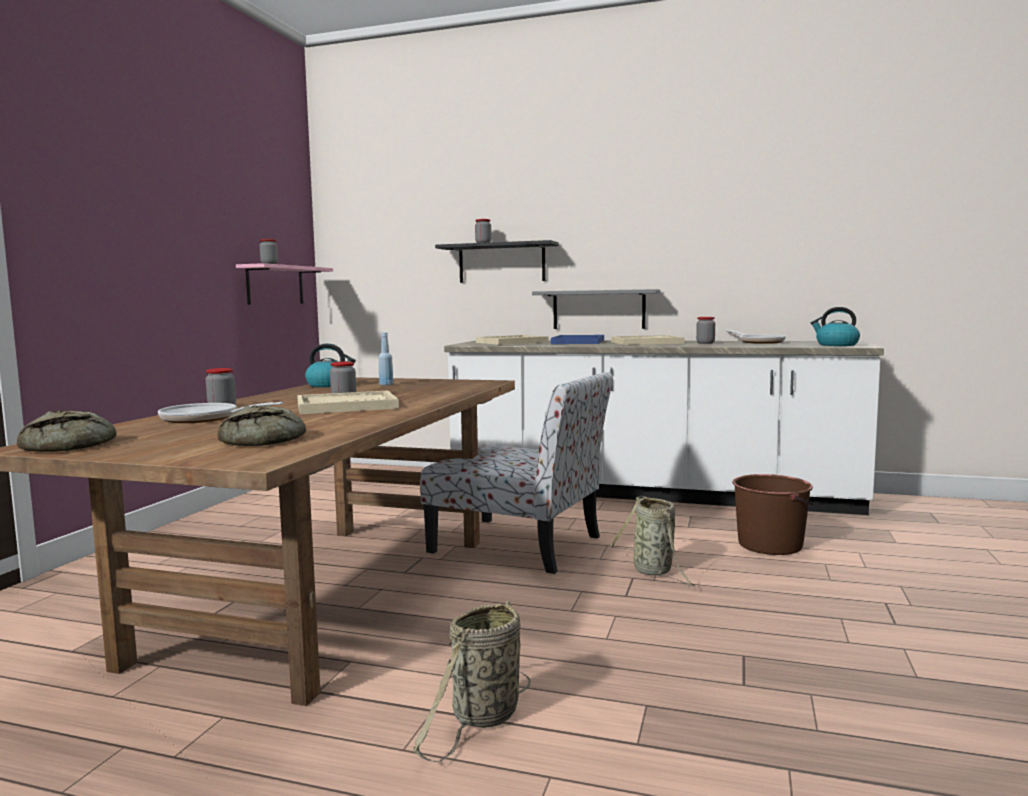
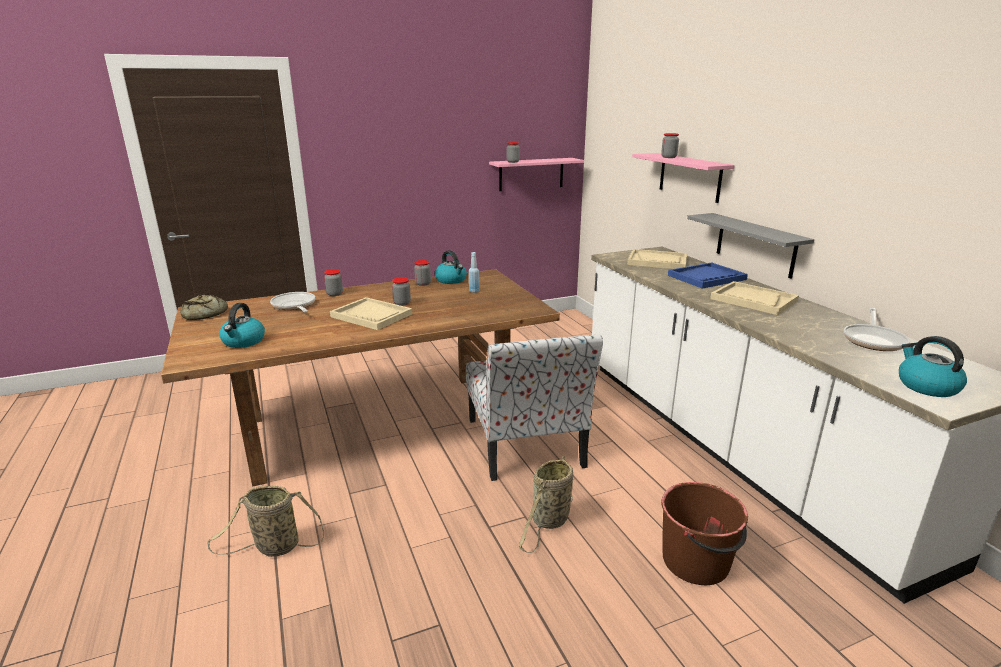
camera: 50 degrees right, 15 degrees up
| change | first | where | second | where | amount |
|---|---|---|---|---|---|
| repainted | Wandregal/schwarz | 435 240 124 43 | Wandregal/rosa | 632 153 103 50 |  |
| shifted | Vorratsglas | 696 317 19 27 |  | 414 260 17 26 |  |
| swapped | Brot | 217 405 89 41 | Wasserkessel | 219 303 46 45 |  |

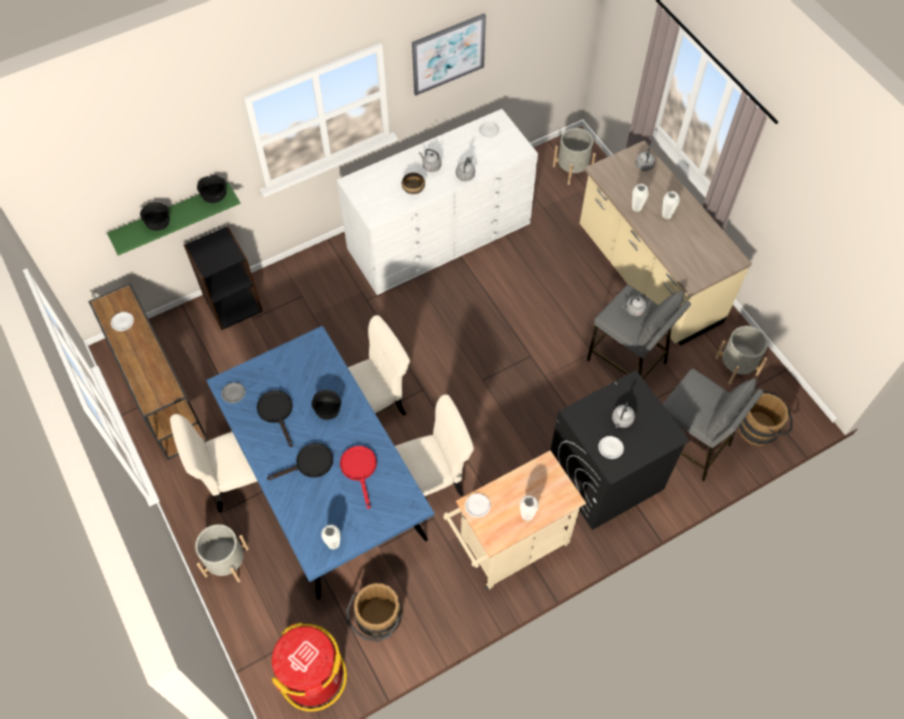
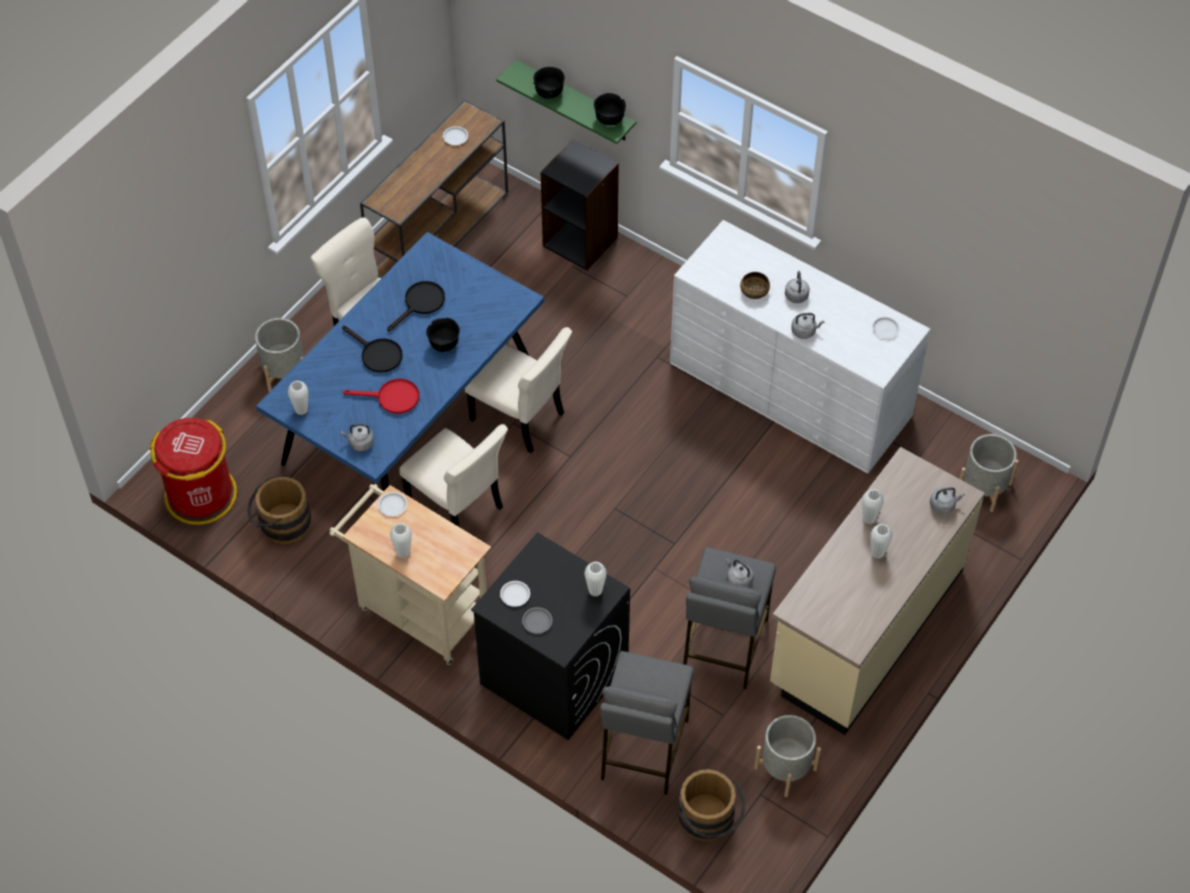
camera: 65 degrees right, 5 degrees down
| change | first | where | second | where | amount |
|---|---|---|---|---|---|
| gone | Bild | 412 13 74 83 |  |  |  |
| shifted | Teller/grau | 221 382 24 21 |  | 522 607 30 27 |  |
| shifted | Wasserkessel/grau | 612 402 23 26 |  | 341 424 33 27 |  |
| rotated | Pfanne/rot | 340 446 37 63 |  | 343 379 76 35 | 45 degrees clockwise |
| new |  |  | Vase/weiß | 584 562 23 34 |  |

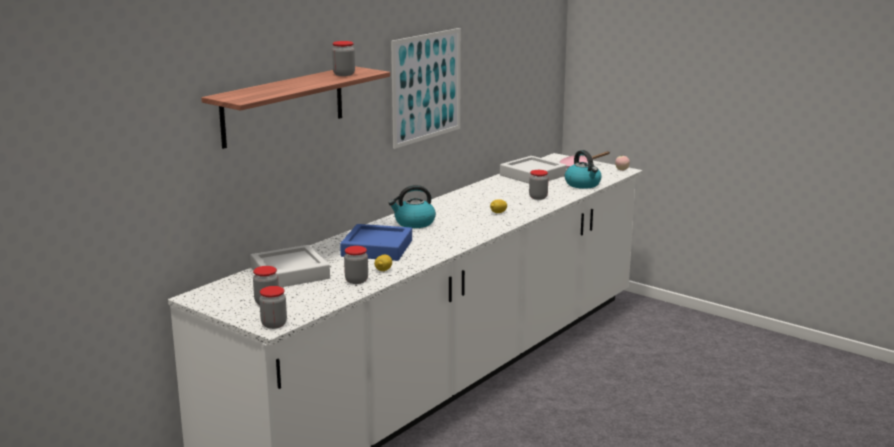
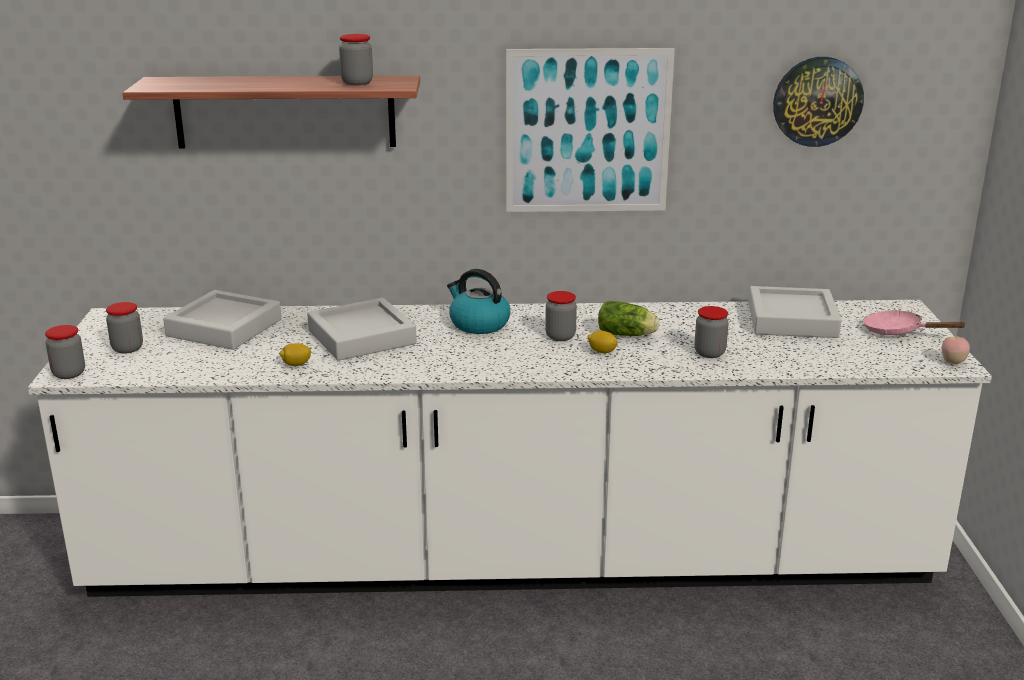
camera: 50 degrees right, 5 degrees up
| change | first | where | second | where | amount |
|---|---|---|---|---|---|
| gone | Wasserkessel | 565 150 37 39 |  |  |  |
| repainted | Tablett/blau | 340 224 72 37 | Tablett/grau | 307 298 110 63 |  |
| shifted | Vorratsglas | 344 246 24 38 |  | 545 291 32 50 |  |
| new |  |  | Wanduhr | 773 57 91 90 |  |
| new |  |  | Salatkopf | 598 301 61 35 |  |

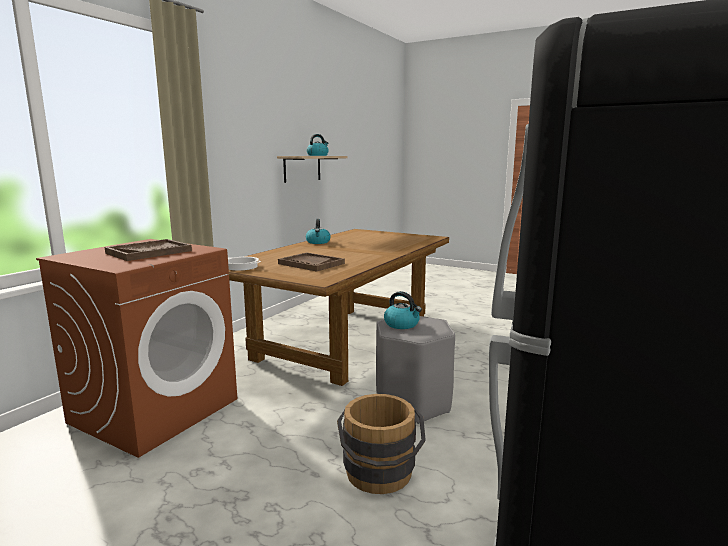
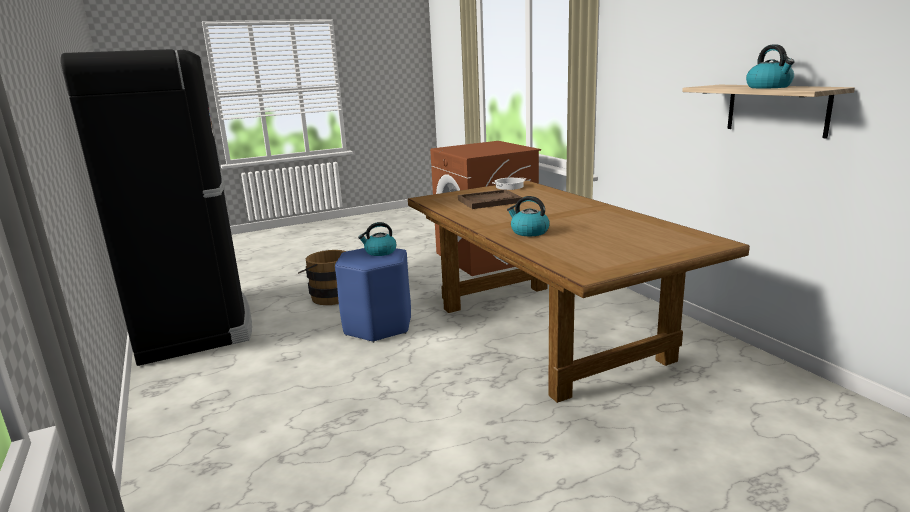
camera: 125 degrees right, 5 degrees up
| change | first | where | second | where | amount |
|---|---|---|---|---|---|
| shifted | Wasserkessel | 306 219 25 25 |  | 507 196 43 40 |  |
| gone | Tablett/braun | 105 239 87 22 |  |  |  |
| repainted | Hocker/grau | 376 316 79 108 | Hocker/blau | 335 248 76 95 |  |

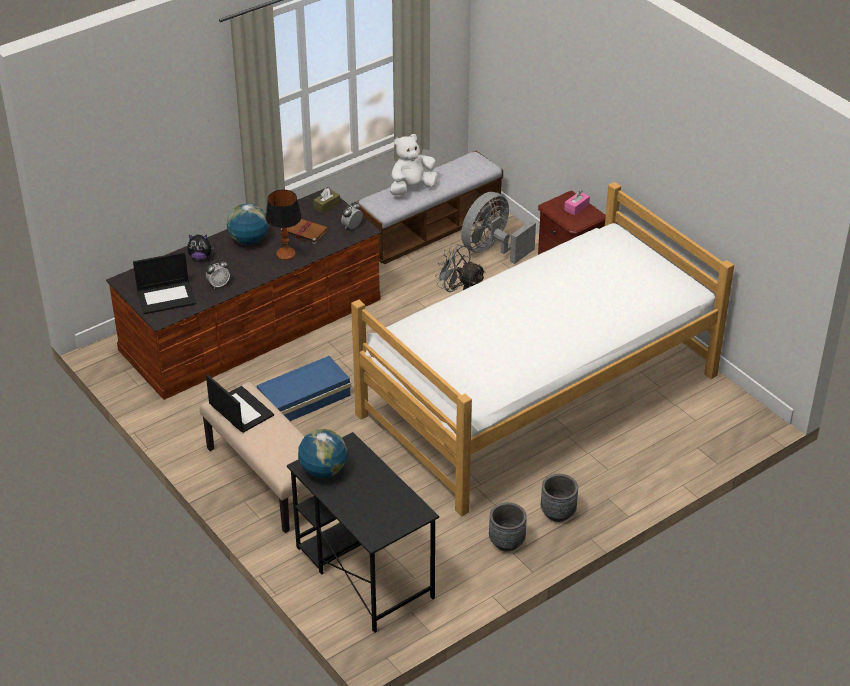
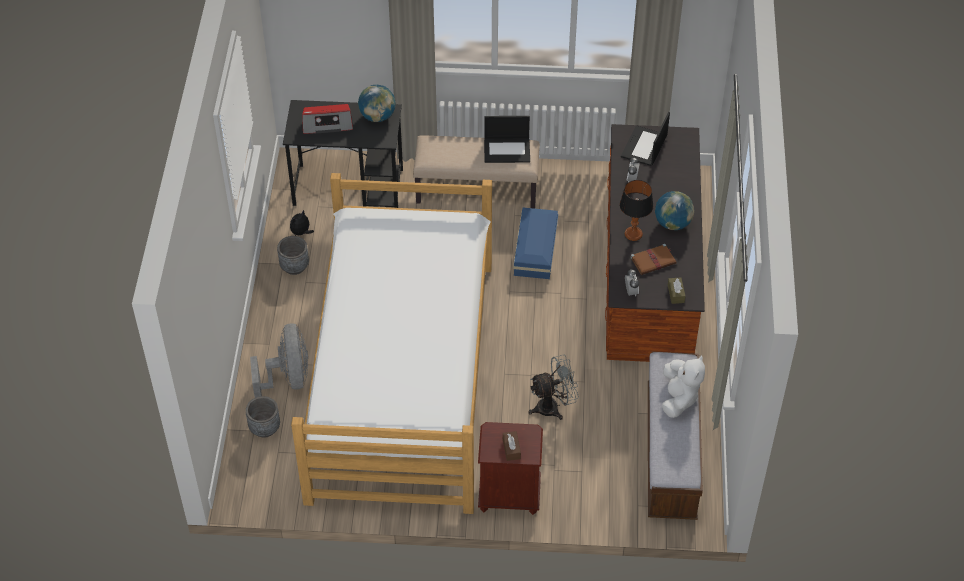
camera: 130 degrees right, 10 degrees up
| change | first | where | second | where | amount |
|---|---|---|---|---|---|
| repainted | Taschentuchbox/rosa | 564 190 26 25 | Taschentuchbox/braun | 503 431 18 30 |  |
| shifted | Ventilator/grau | 461 192 75 72 |  | 250 323 58 75 |  |
| shifted | Plüschtier | 188 235 26 25 |  | 290 210 24 26 |  |
| shifted | Pflanzkübel/grau | 541 474 37 48 |  | 246 396 34 42 |  |
| new |  |  | Radio | 302 104 51 30 |  |

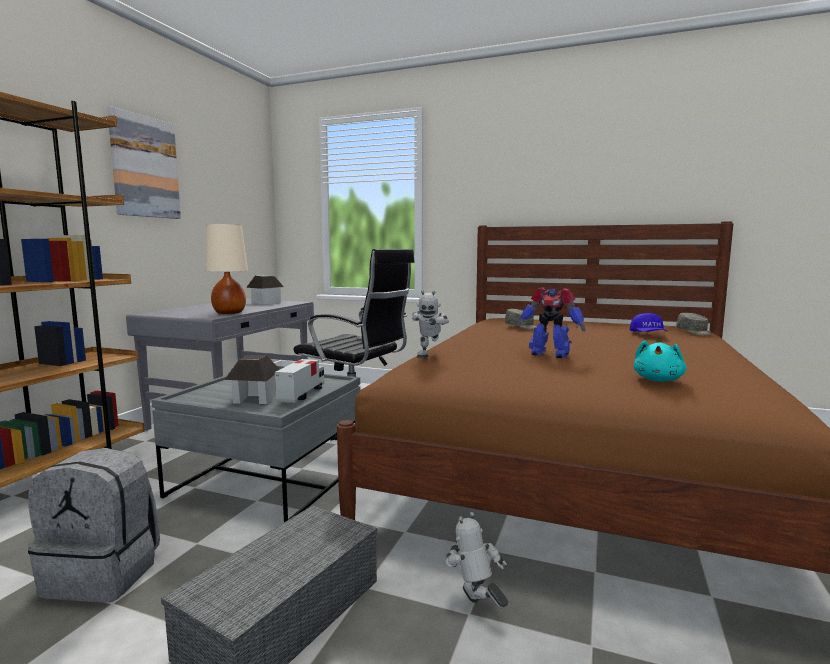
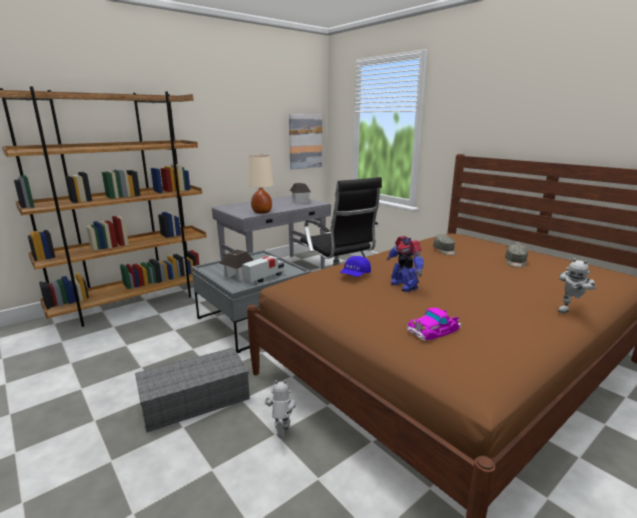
camera: 30 degrees right, 10 degrees up
| change | first | where | second | where | amount |
|---|---|---|---|---|---|
| shifted | Bild | 107 107 74 112 |  | 289 114 33 56 |  |
| shifted | Spielzeugroboter | 412 290 37 68 |  | 558 258 38 55 |  |
| shifted | Kappe/blau | 629 313 39 19 |  | 340 256 31 21 |  |
| shifted | Kappe/grau | 676 313 35 23 |  | 505 244 23 24 |  |
| swapped | Plüschtier/türkis | 634 340 52 41 | Spielzeugauto | 407 308 54 33 |  |
| gone | Rucksack/grau | 28 448 132 155 |  |  |  |

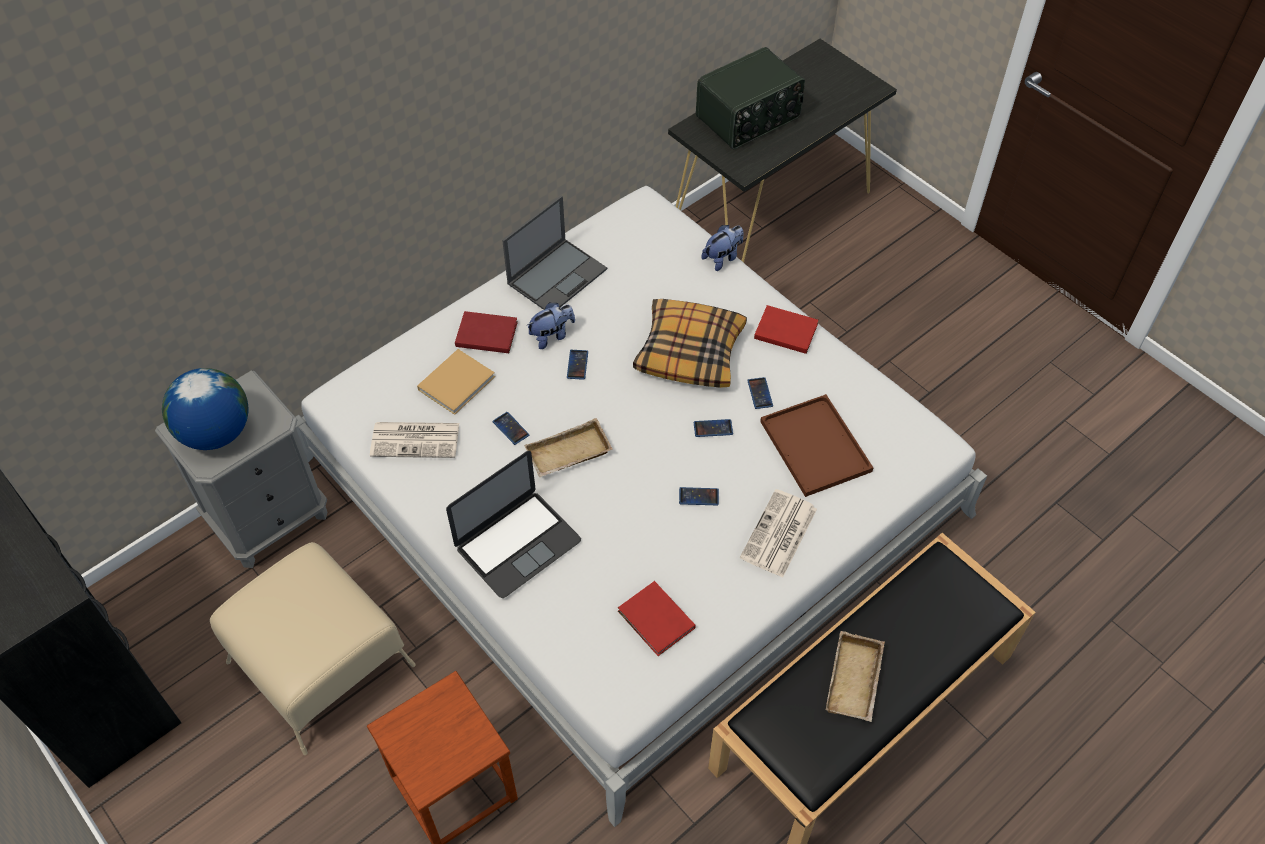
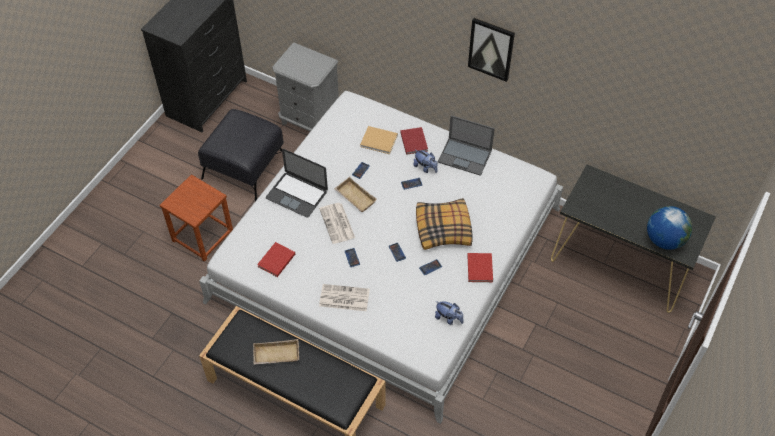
camera: 70 degrees right, 0 degrees up
| change | first | where | second | where | amount |
|---|---|---|---|---|---|
| gone | Radio | 696 47 109 102 |  |  |  |
| shifted | Plüschtier | 702 225 42 46 |  | 435 301 29 24 |  |
| shifted | Globus | 162 368 86 82 |  | 647 206 45 44 |  |
| gone | Tablett/braun | 760 394 113 103 |  |  |  |
| shifted | Zeitung | 370 422 89 36 |  | 319 203 36 41 |  |
| repainted | Polsterhocker/beige | 210 542 206 213 | Polsterhocker/schwarz | 198 109 86 92 |  |
| new |  |  | Bild | 468 18 47 64 |  |

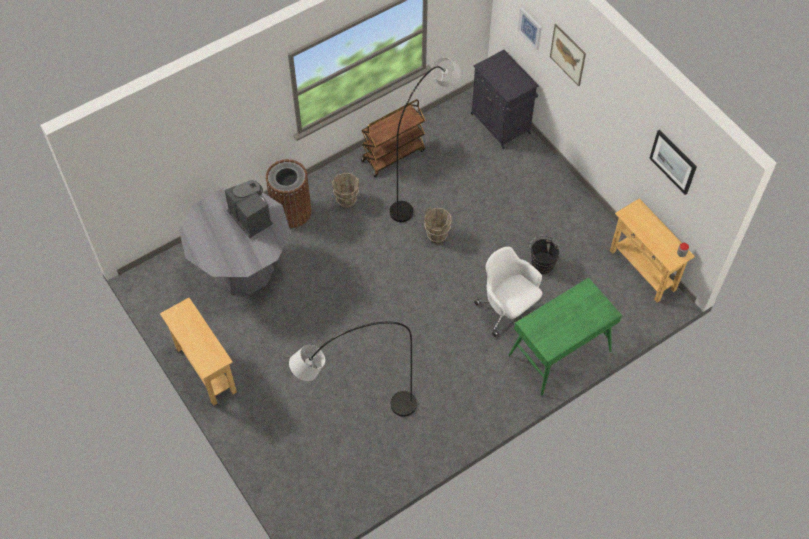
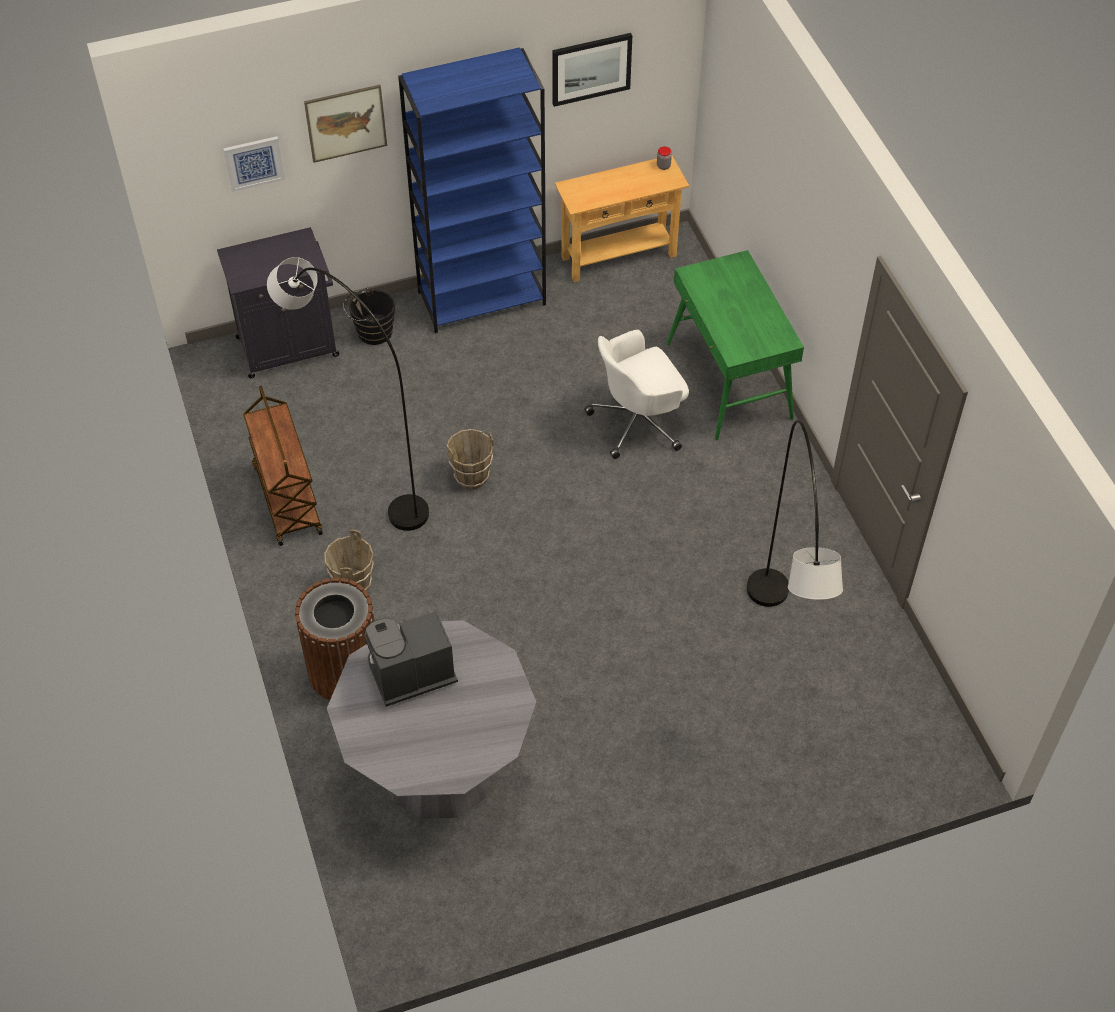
camera: 75 degrees left, 5 degrees down
| change | first | where | second | where | amount |
|---|---|---|---|---|---|
| shifted | Eimer/schwarz | 530 236 29 38 |  | 343 288 52 57 |  |
| gone | Konsolentisch/beige | 160 298 77 108 |  |  |  |
| new |  |  | Bücherregal/blau | 398 47 148 286 |  |

